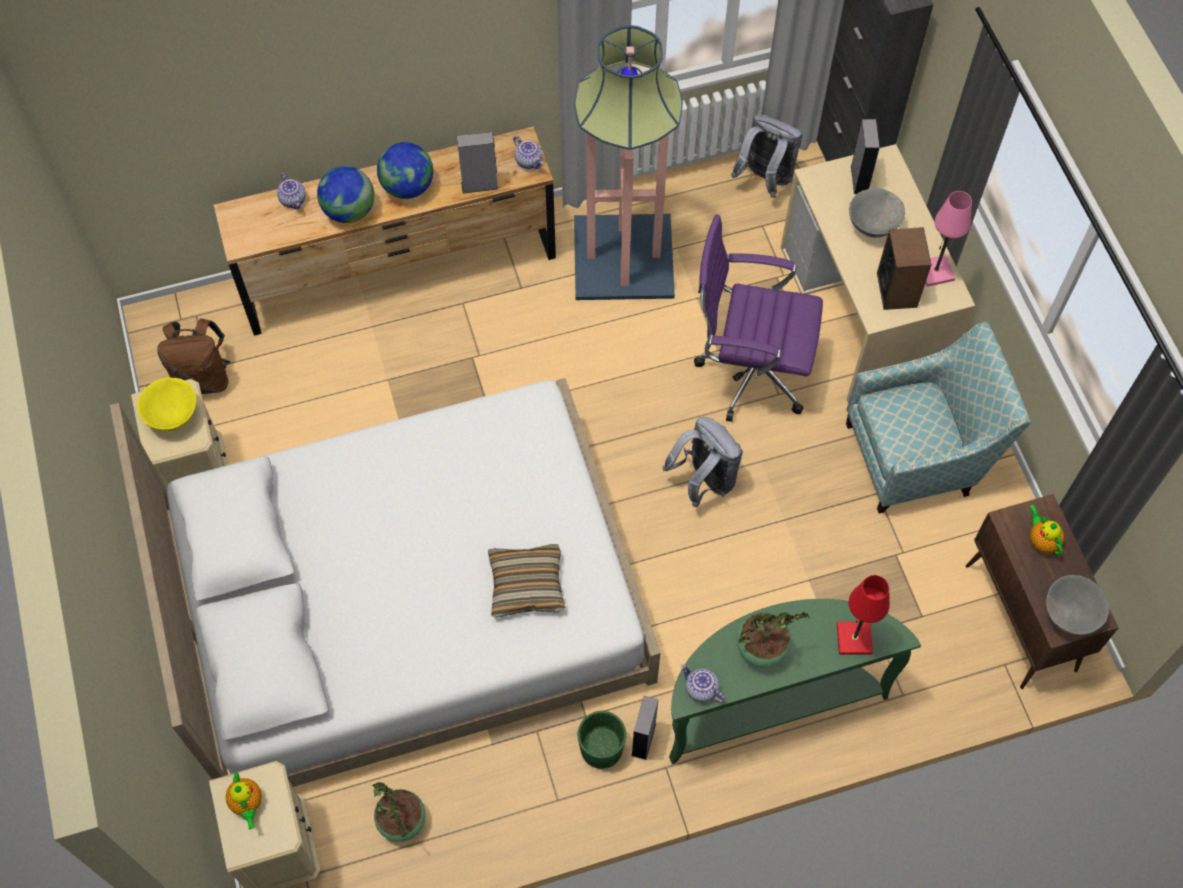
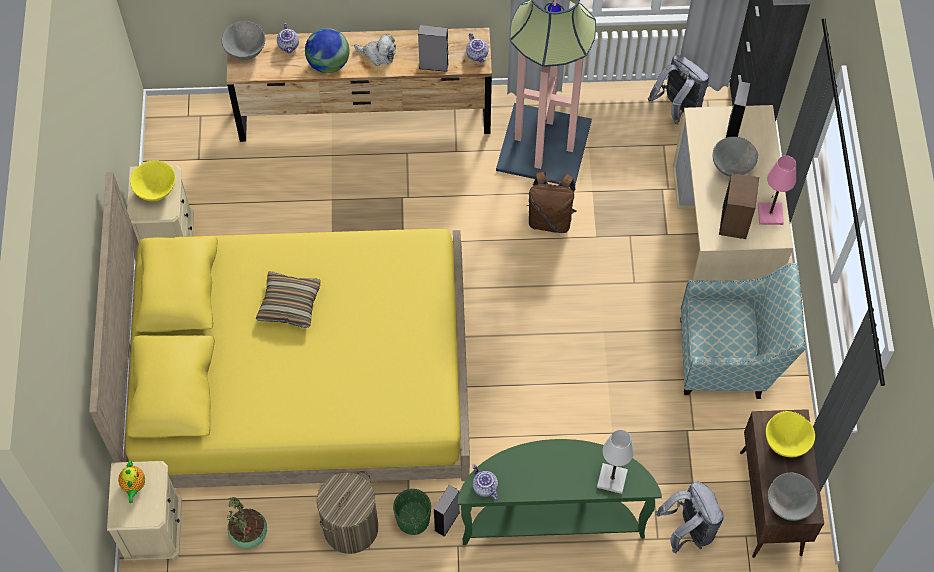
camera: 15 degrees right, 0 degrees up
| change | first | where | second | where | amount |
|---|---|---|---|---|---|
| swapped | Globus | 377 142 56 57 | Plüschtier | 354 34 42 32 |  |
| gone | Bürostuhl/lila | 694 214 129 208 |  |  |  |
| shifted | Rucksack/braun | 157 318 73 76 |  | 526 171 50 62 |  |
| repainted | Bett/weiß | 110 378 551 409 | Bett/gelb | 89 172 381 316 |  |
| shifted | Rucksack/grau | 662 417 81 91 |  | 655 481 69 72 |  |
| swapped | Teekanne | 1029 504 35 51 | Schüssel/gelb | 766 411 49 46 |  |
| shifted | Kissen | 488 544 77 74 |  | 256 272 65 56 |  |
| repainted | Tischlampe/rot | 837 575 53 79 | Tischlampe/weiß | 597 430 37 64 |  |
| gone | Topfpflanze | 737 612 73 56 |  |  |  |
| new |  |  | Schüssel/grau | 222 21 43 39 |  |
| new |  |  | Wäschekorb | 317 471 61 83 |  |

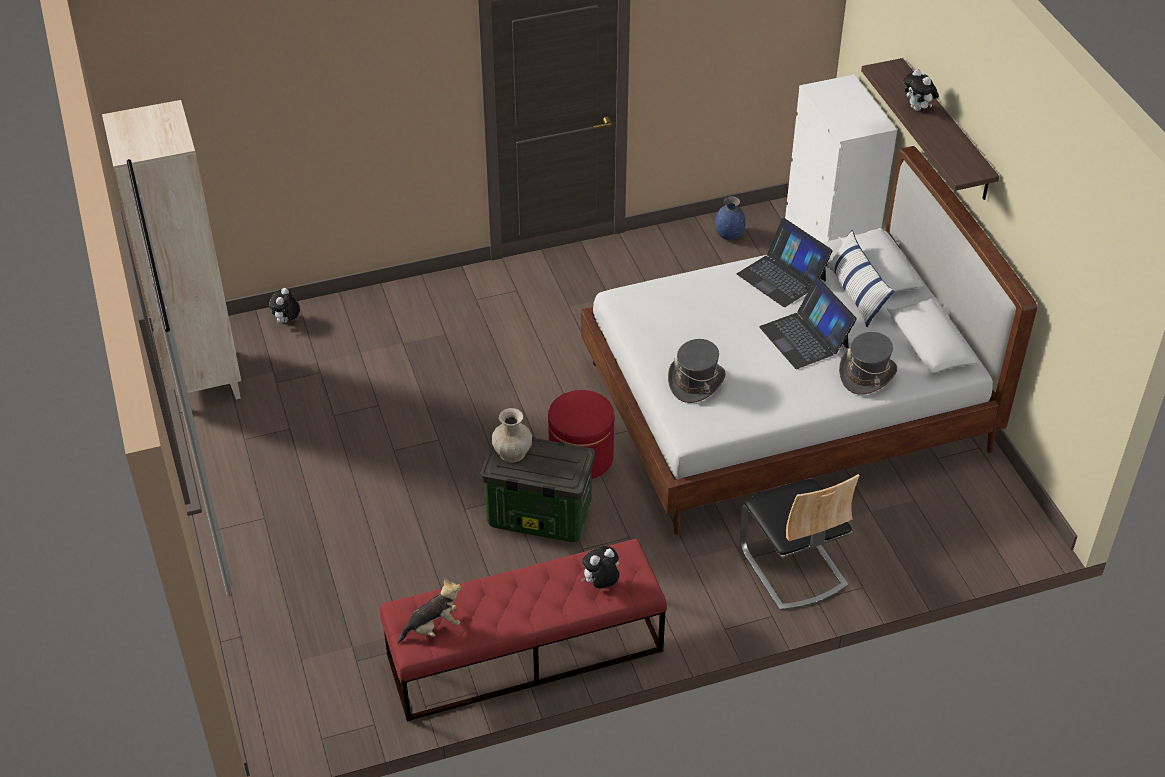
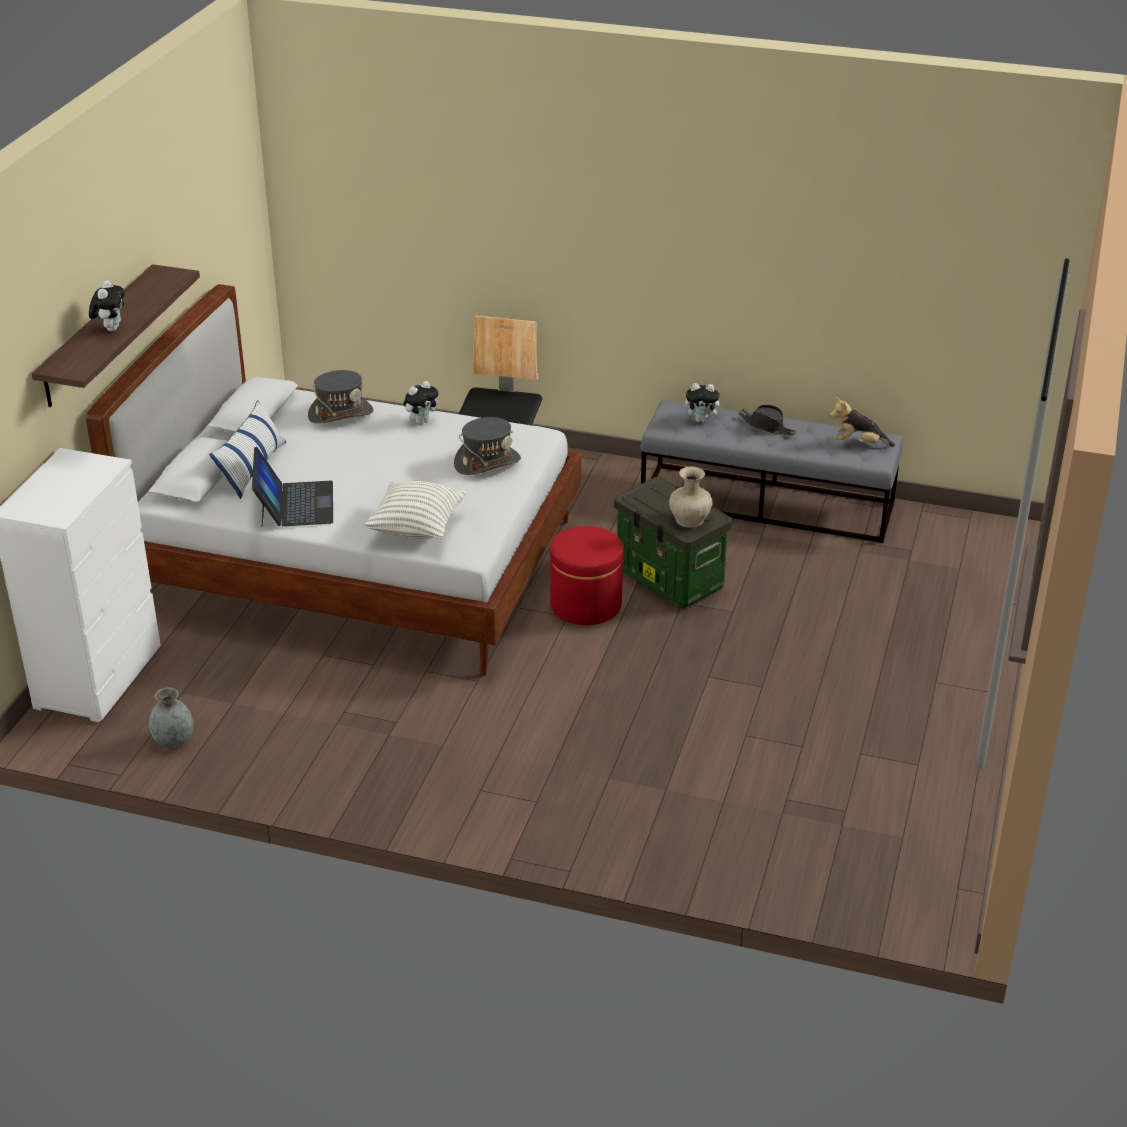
camera: 145 degrees left, 10 degrees down
| change | first | where | second | where | amount |
|---|---|---|---|---|---|
| gone | Bücherregal/beige | 102 100 139 312 |  |  |  |
| repainted | Vase/blau | 715 196 31 44 | Vase/grau | 149 688 44 60 |  |
| gone | Laptop | 759 278 98 91 |  |  |  |
| shifted | Plüschtier | 269 288 31 36 |  | 403 381 36 43 |  |
| repainted | Bank/rot | 380 539 287 183 | Bank/grau | 640 400 263 143 |  |
| new |  |  | Hut/schwarz | 738 405 59 30 |  |
| new |  |  | Kissen | 364 481 102 58 |  |

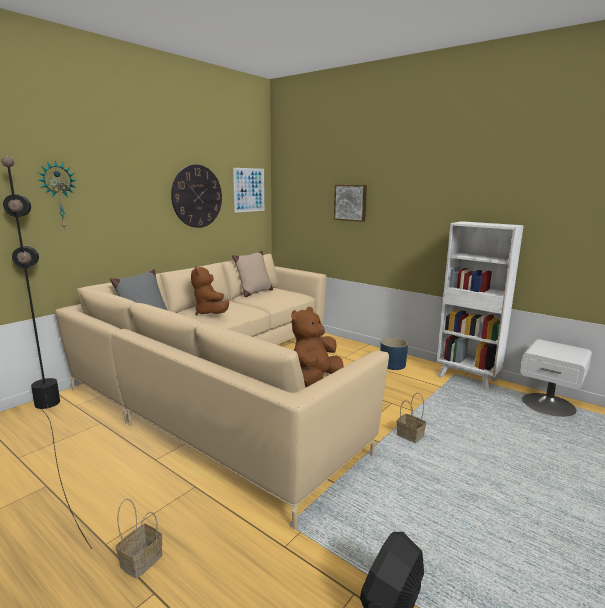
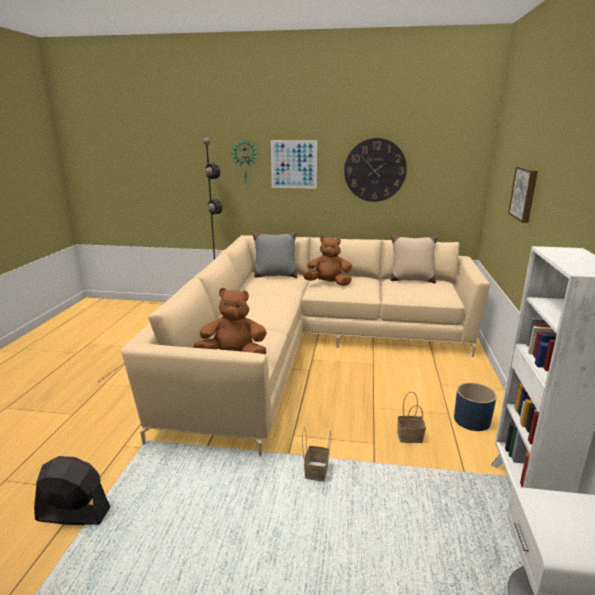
camera: 60 degrees right, 5 degrees up
| change | first | where | second | where | amount |
|---|---|---|---|---|---|
| shifted | Bild | 233 168 31 44 |  | 271 140 46 49 |  |
| rotated | Plüschtier/braun | 191 266 38 49 |  | 303 236 49 50 | 60 degrees clockwise |
| shifted | Korb | 116 498 46 80 |  | 397 392 29 51 |  |

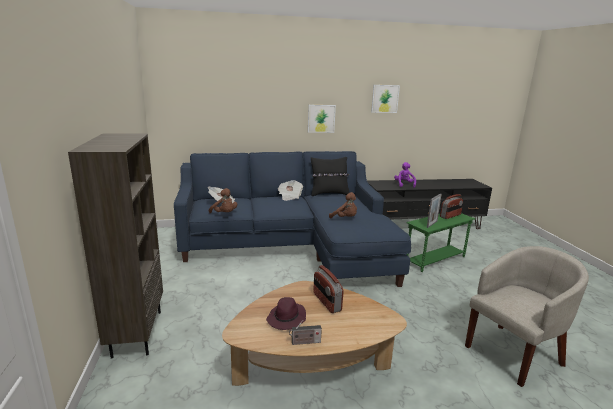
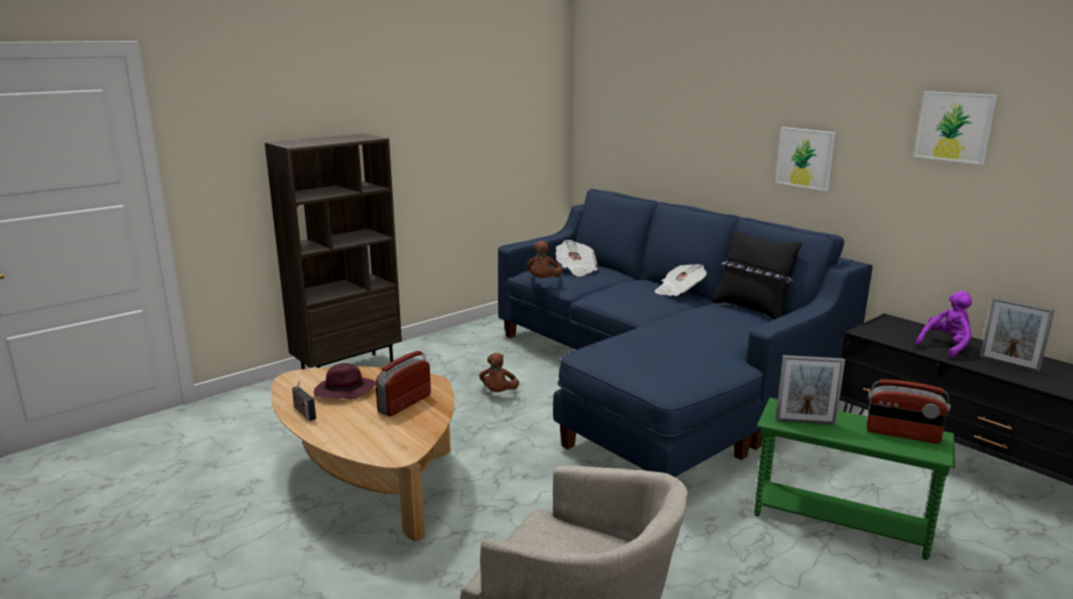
camera: 60 degrees right, 0 degrees up
| change | first | where | second | where | amount |
|---|---|---|---|---|---|
| shifted | Plüschtier/braun | 329 192 28 26 |  | 479 353 40 39 |  |
| new |  |  | Bilderrahmen | 980 297 74 75 |  |

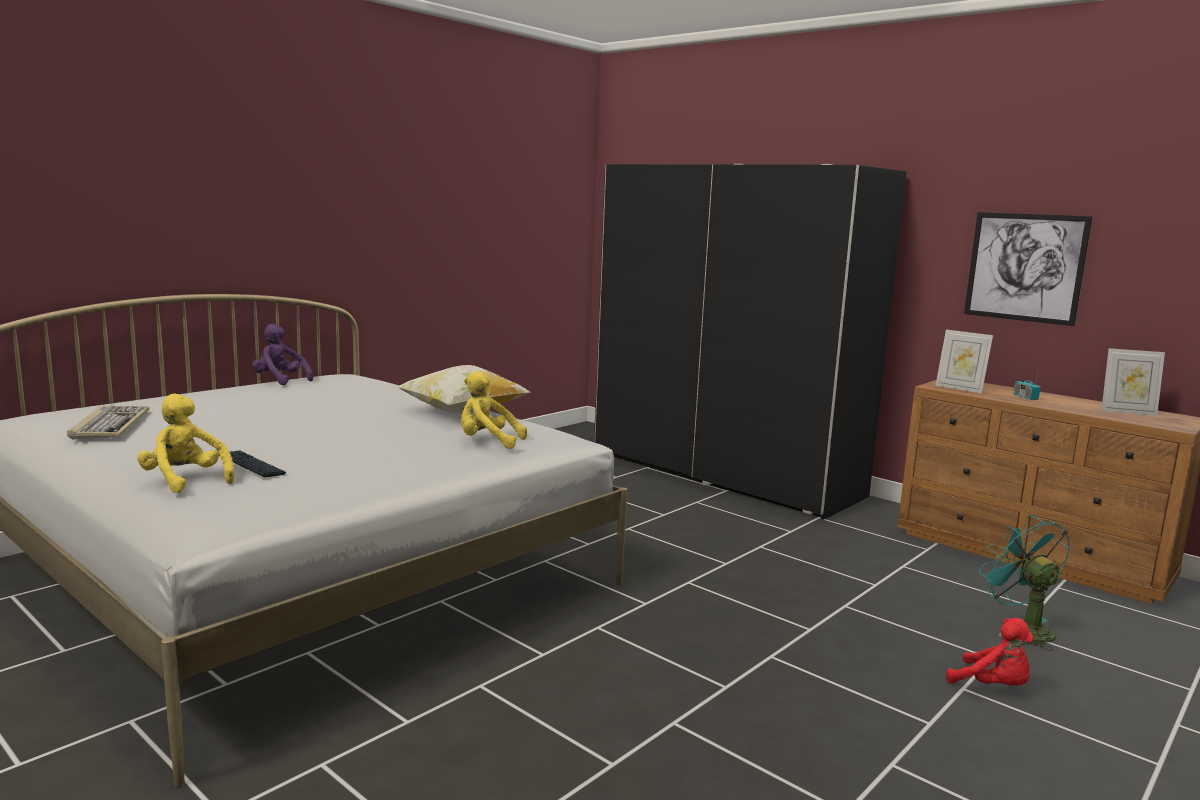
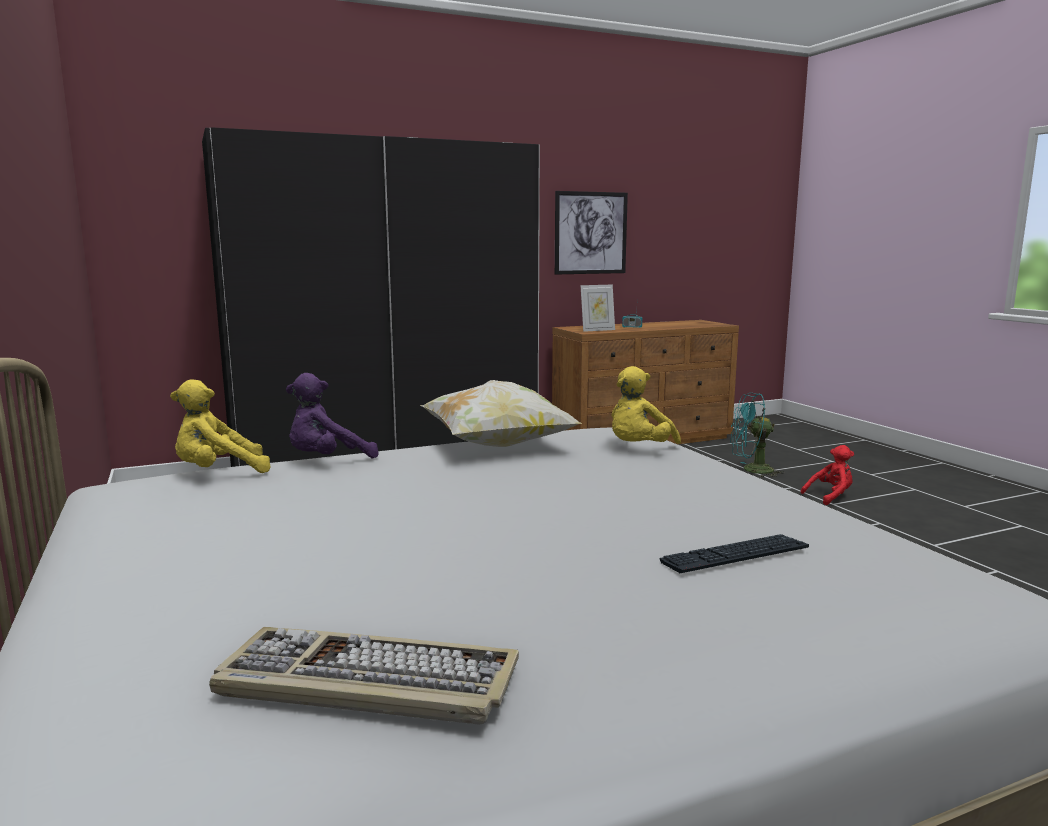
camera: 65 degrees left, 0 degrees up
| change | first | where | second | where | amount |
|---|---|---|---|---|---|
| shifted | Plüschtier/lila | 252 324 62 61 |  | 286 373 93 86 |  |
| gone | Bilderrahmen | 1101 348 64 68 |  |  |  |
| shifted | Plüschtier/gelb | 137 394 98 99 |  | 170 379 101 94 |  |

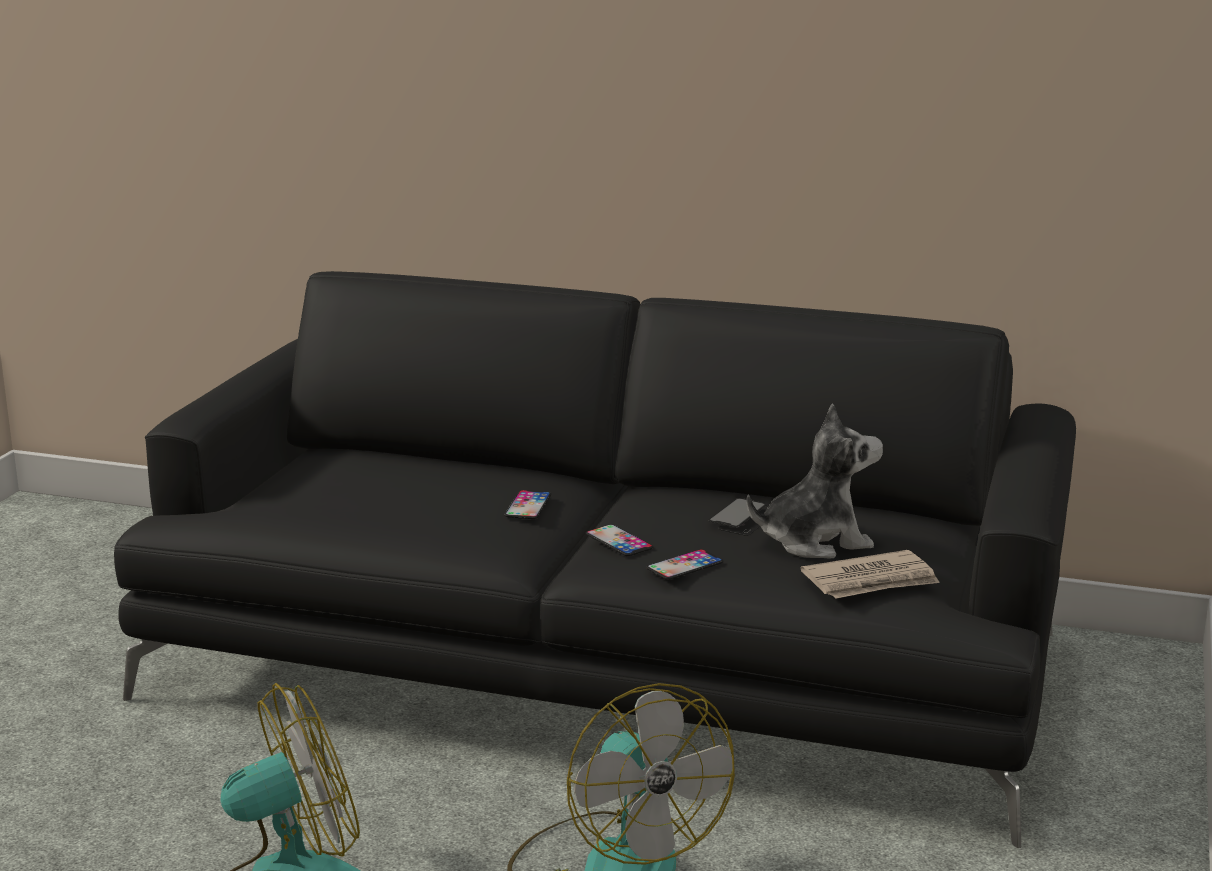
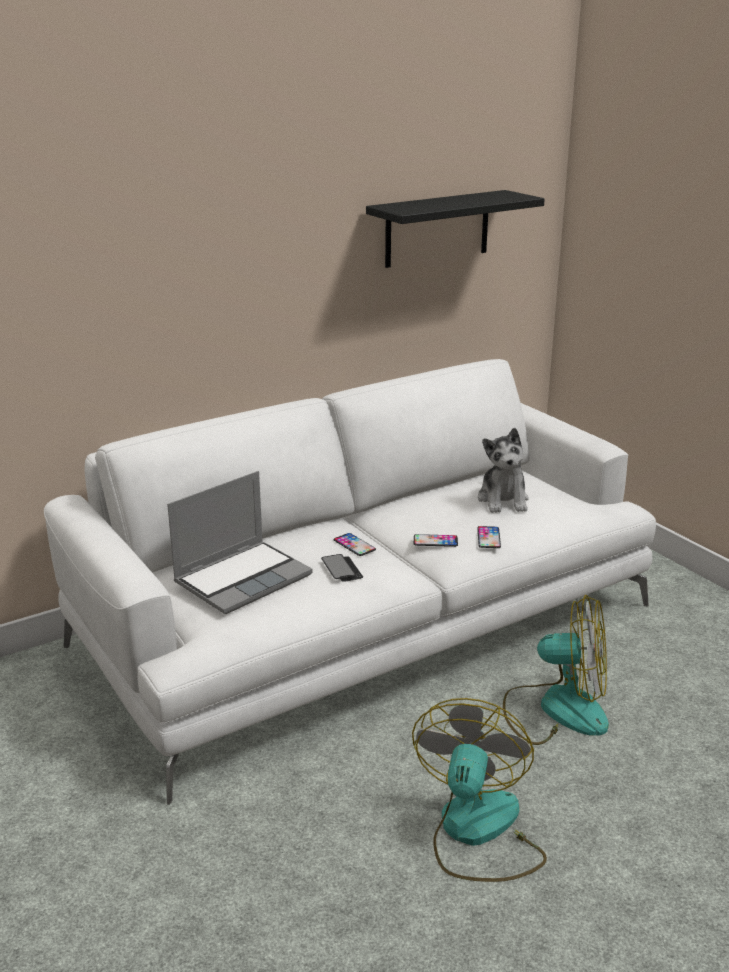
camera: 50 degrees left, 5 degrees up
| change | first | where | second | where | amount |
|---|---|---|---|---|---|
| repainted | Sofa/schwarz | 114 271 962 577 | Sofa/weiß | 44 359 612 446 |  |
| rotated | Plüschtier | 747 403 136 155 |  | 478 428 51 85 | 150 degrees clockwise |
| shifted | Handy | 708 498 58 38 |  | 321 554 42 28 |  |
| gone | Zeitung | 800 550 140 49 |  |  |  |
| new |  |  | Wandregal/schwarz | 366 190 179 78 |  |
| new |  |  | Laptop | 167 471 146 143 |  |

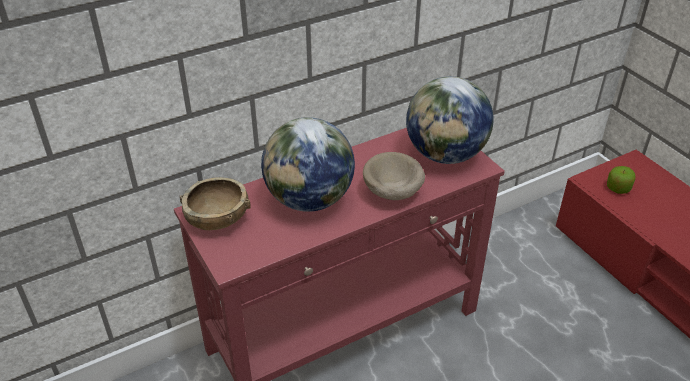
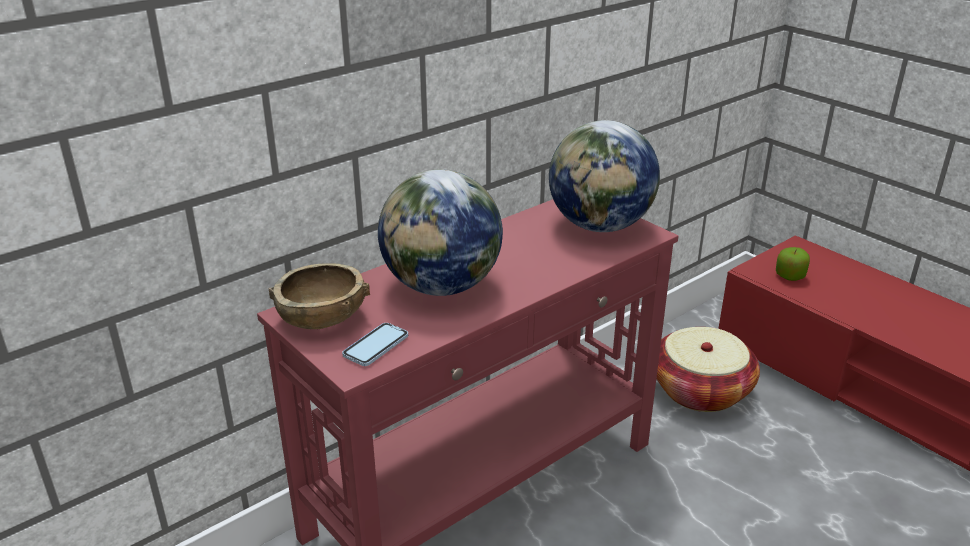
camera: 10 degrees left, 10 degrees down
| change | first | where | second | where | amount |
|---|---|---|---|---|---|
| gone | Schüssel/beige | 363 152 62 48 |  |  |  |
| new |  |  | Handy | 342 323 66 43 |  |
| new |  |  | Korb | 656 327 104 85 |  |

